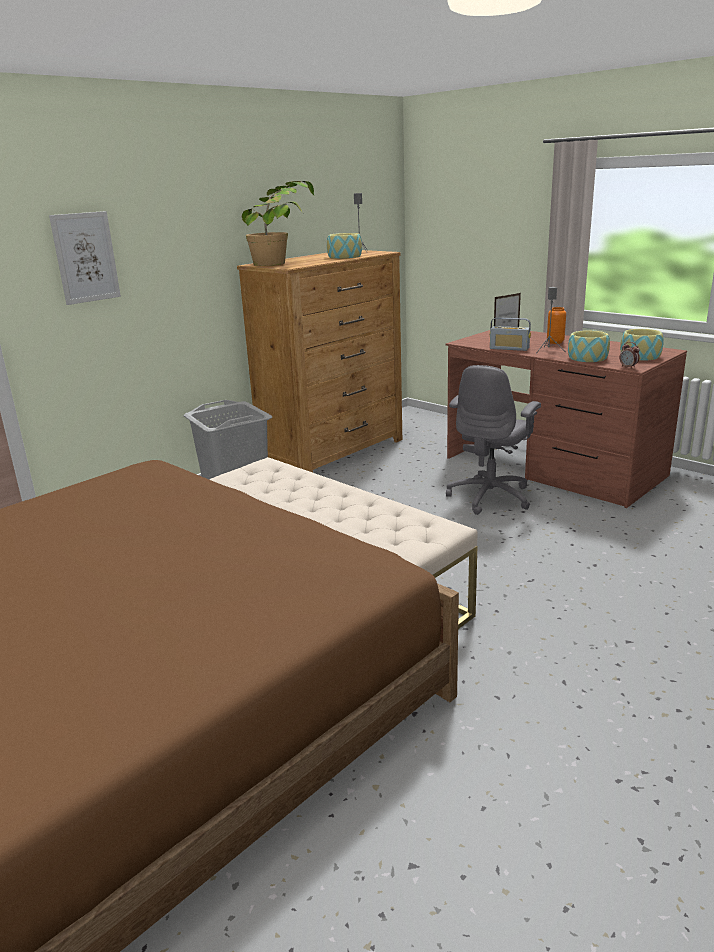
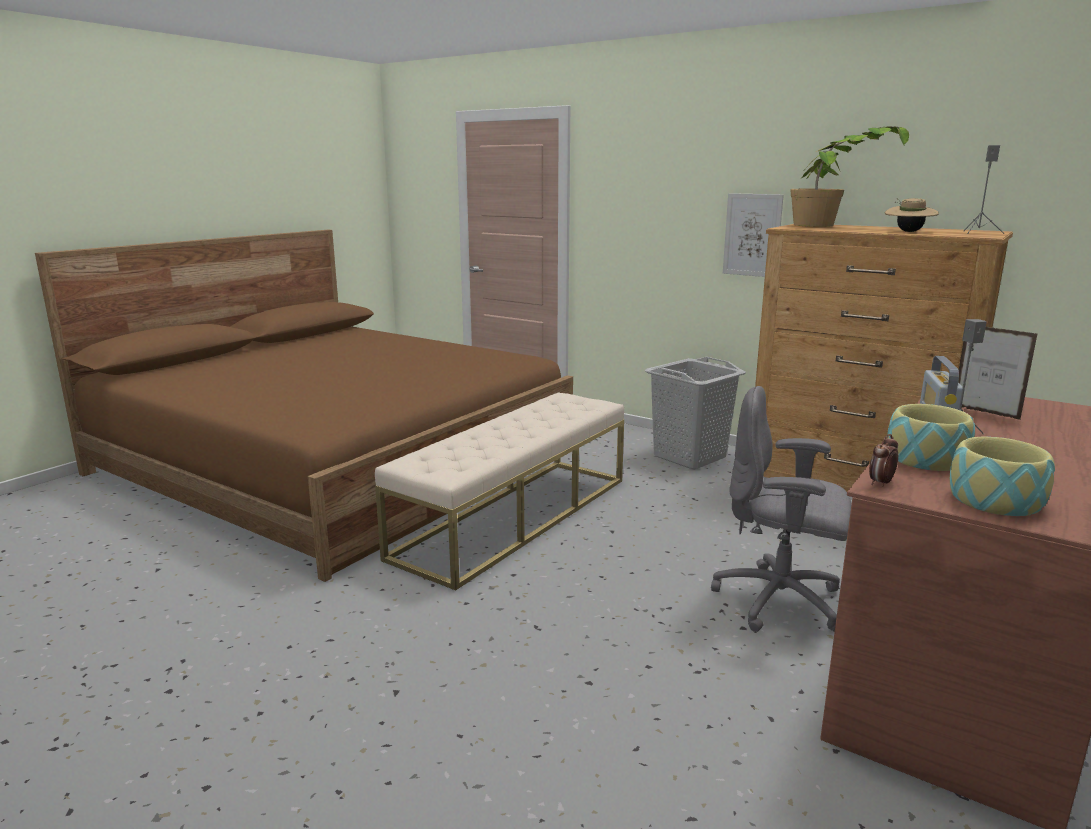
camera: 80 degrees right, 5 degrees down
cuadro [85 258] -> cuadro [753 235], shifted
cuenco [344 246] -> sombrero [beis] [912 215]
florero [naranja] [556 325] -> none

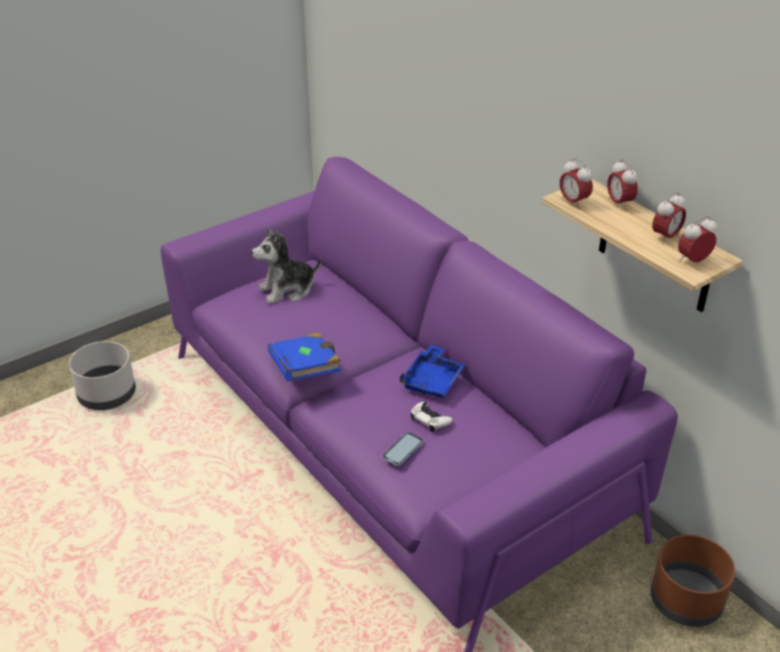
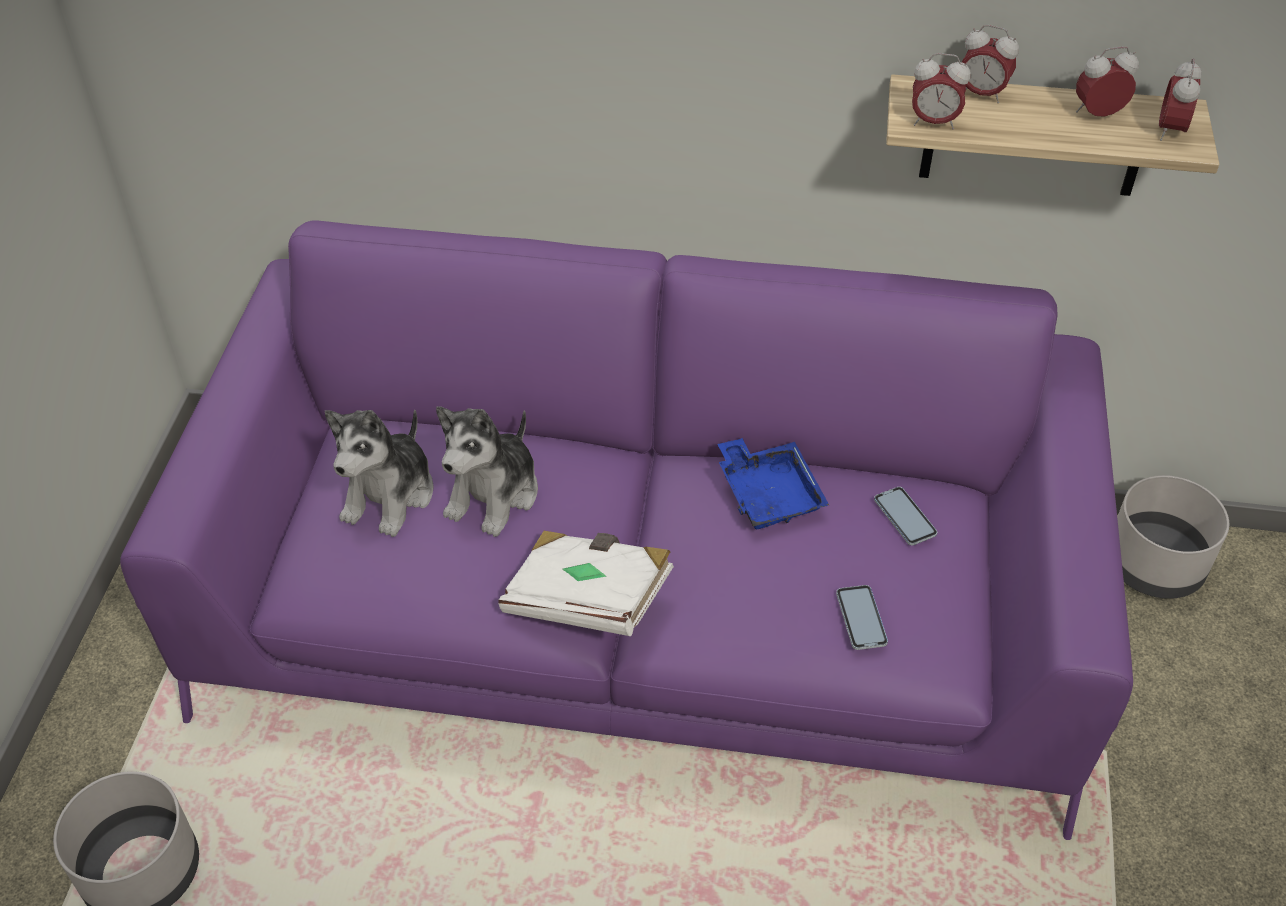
camera: 45 degrees left, 10 degrees up
libro [azul] [304 356] -> libro [blanco] [586 583]
mando de consola [blanco] [431 417] -> none
maceta [marrón] [693 581] -> maceta [gris] [1173 537]
despertador [669 218] -> despertador [1107 81], 105 degrees counterclockwise
none -> peluche [487 471]
none -> móvil [905 516]

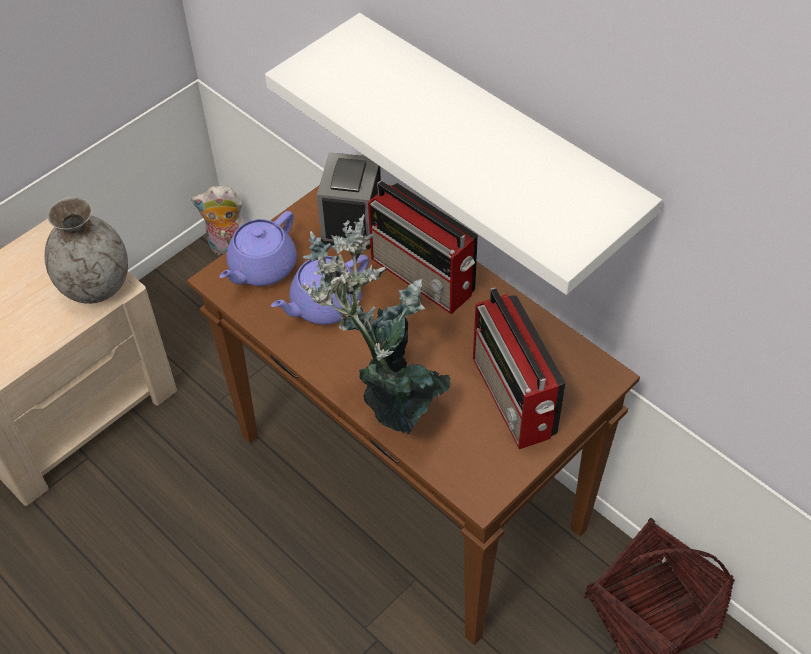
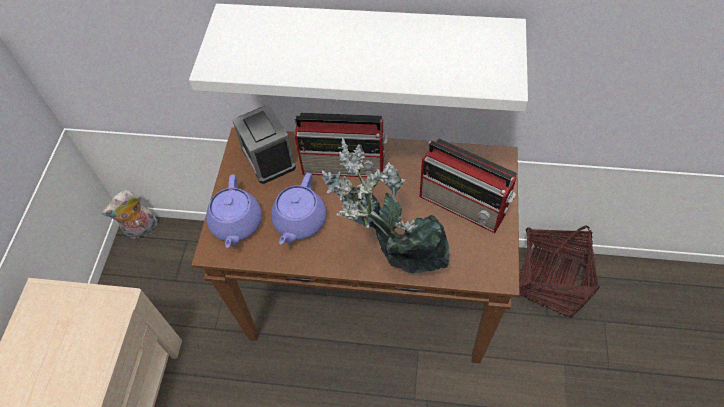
camera: 35 degrees left, 5 degrees up
florero [gris] [86 250] -> none

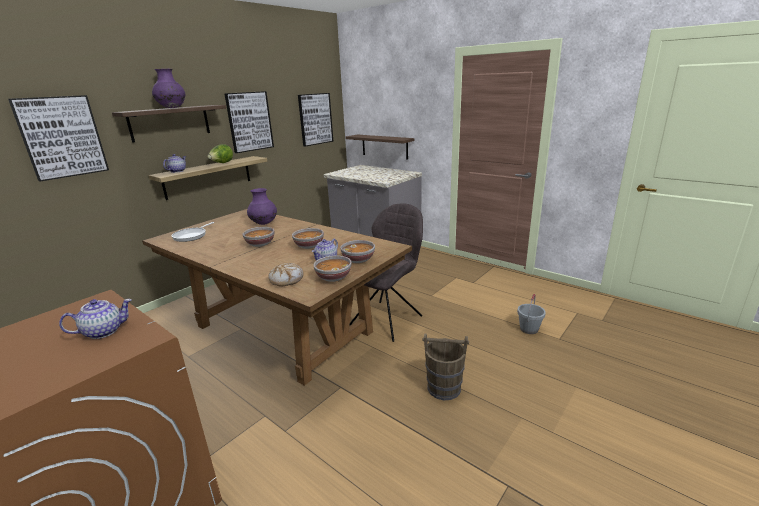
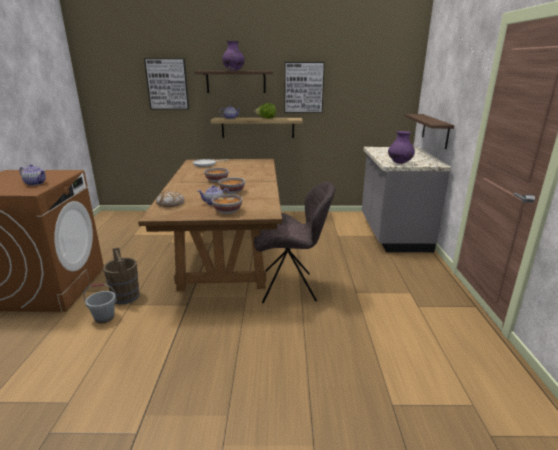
camera: 50 degrees right, 0 degrees up
florero [morado] [262 206] -> florero [morado] [401 147], shifted
cuadro [315 119] -> none
cuenco [332 268] -> none
cubo [marrón] [446 366] -> cubo [marrón] [121 275], shifted
cubo [gris] [531 314] -> cubo [gris] [100 303], shifted

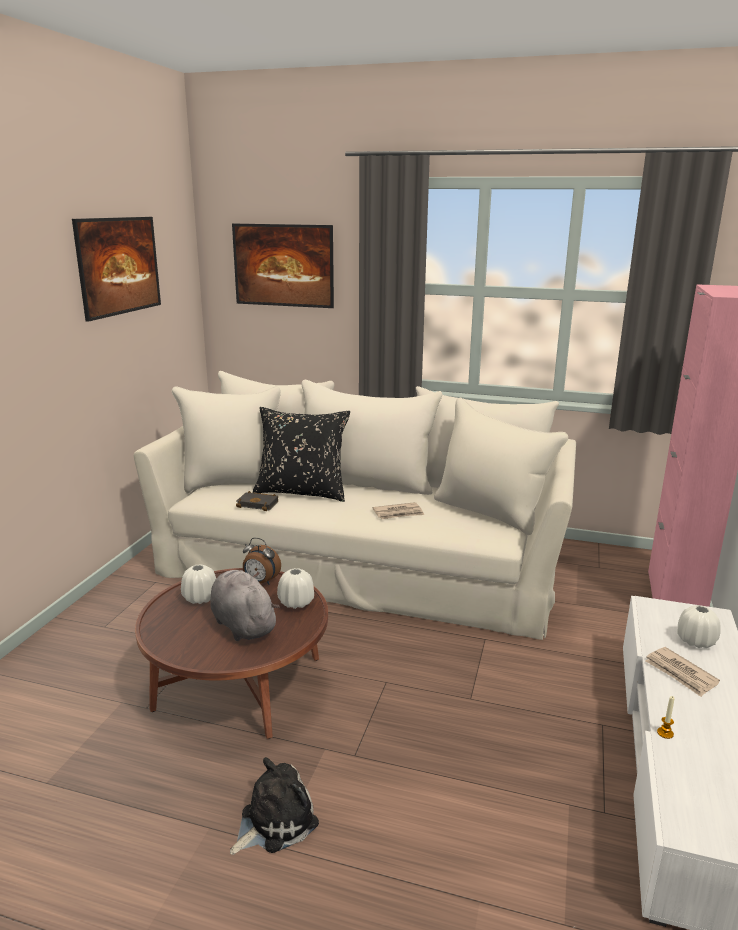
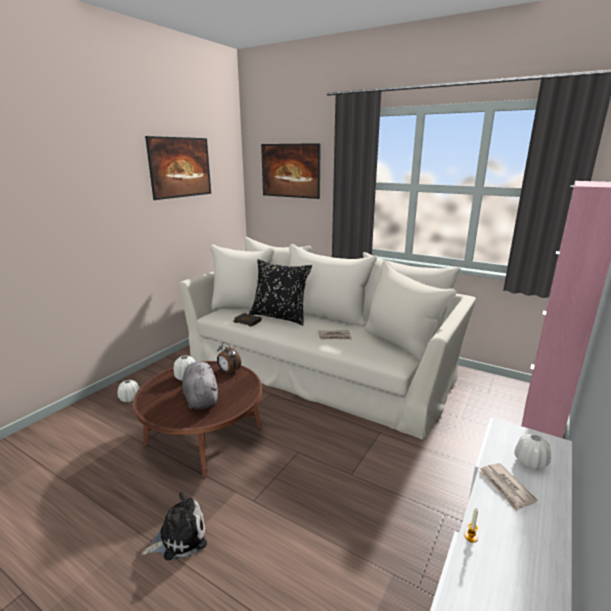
camera: 15 degrees right, 0 degrees up
florero [blanco] [295 588] -> florero [blanco] [128 391], shifted

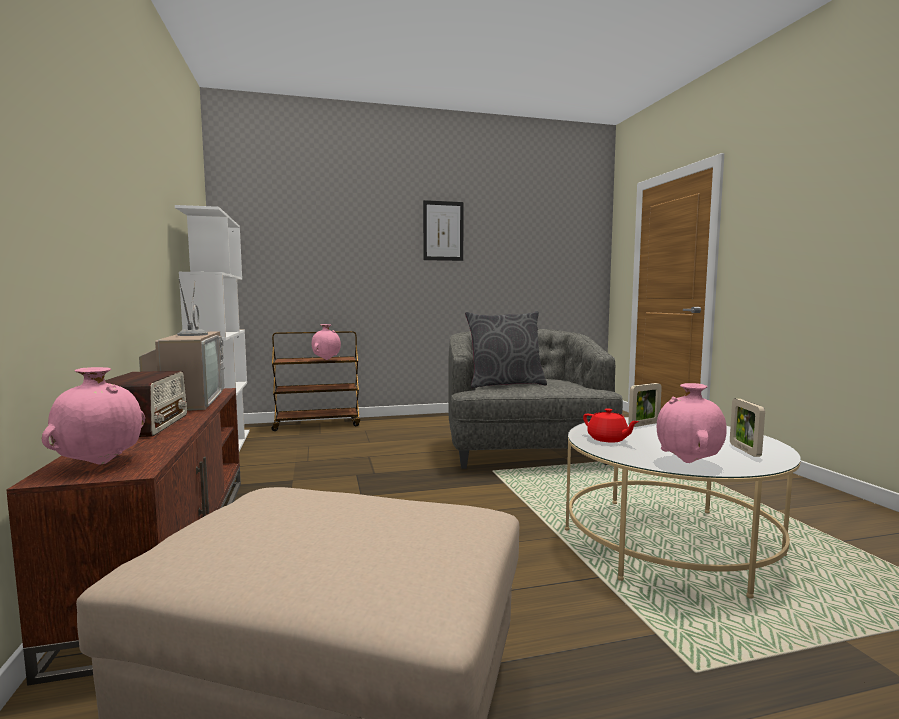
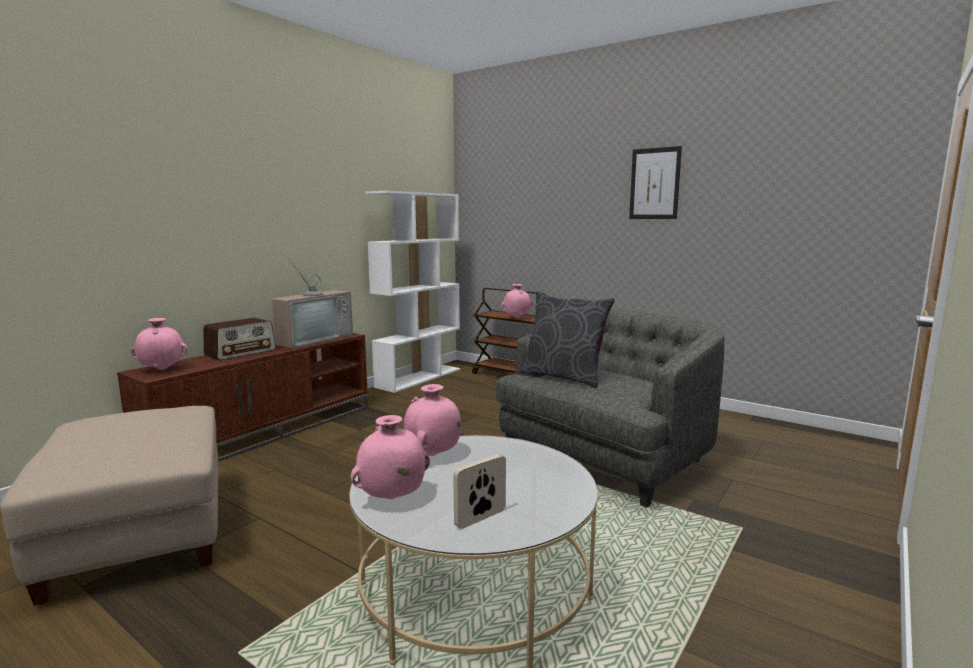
camera: 50 degrees right, 5 degrees up
tetera [rojo] [611 425] -> florero [rosa] [432 420]
portarretratos [645 405] -> none

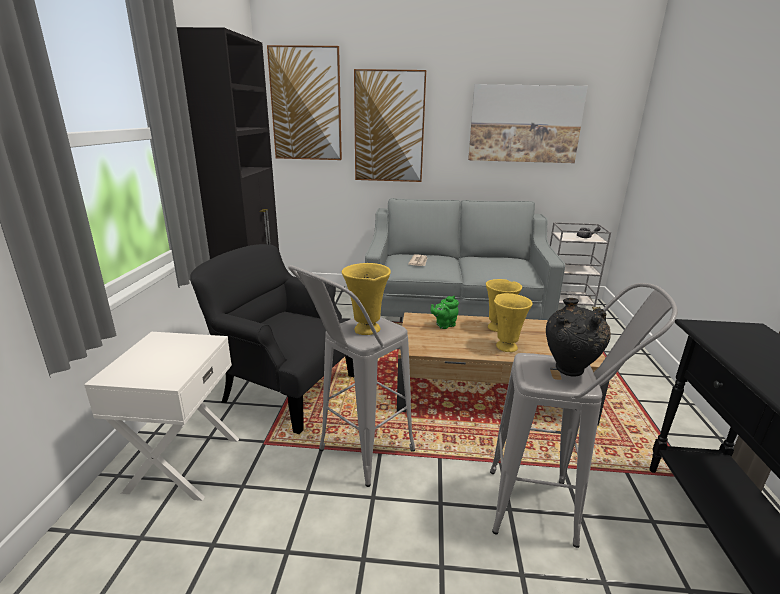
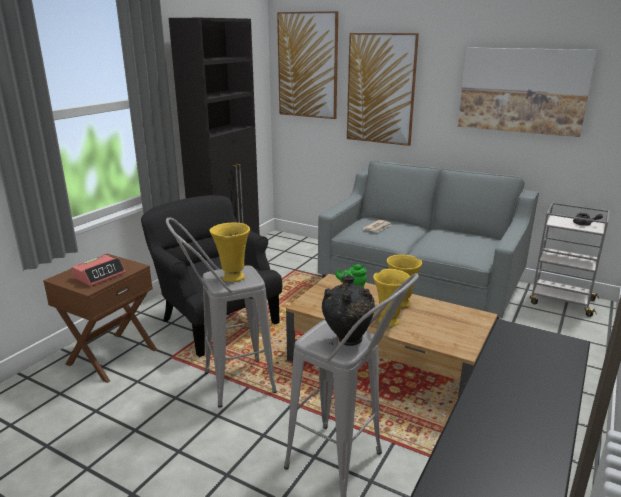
camera: 25 degrees right, 0 degrees up
mesita de noche [blanco] [161 416] -> mesita de noche [marrón] [100 318]
none -> despertador [98 270]

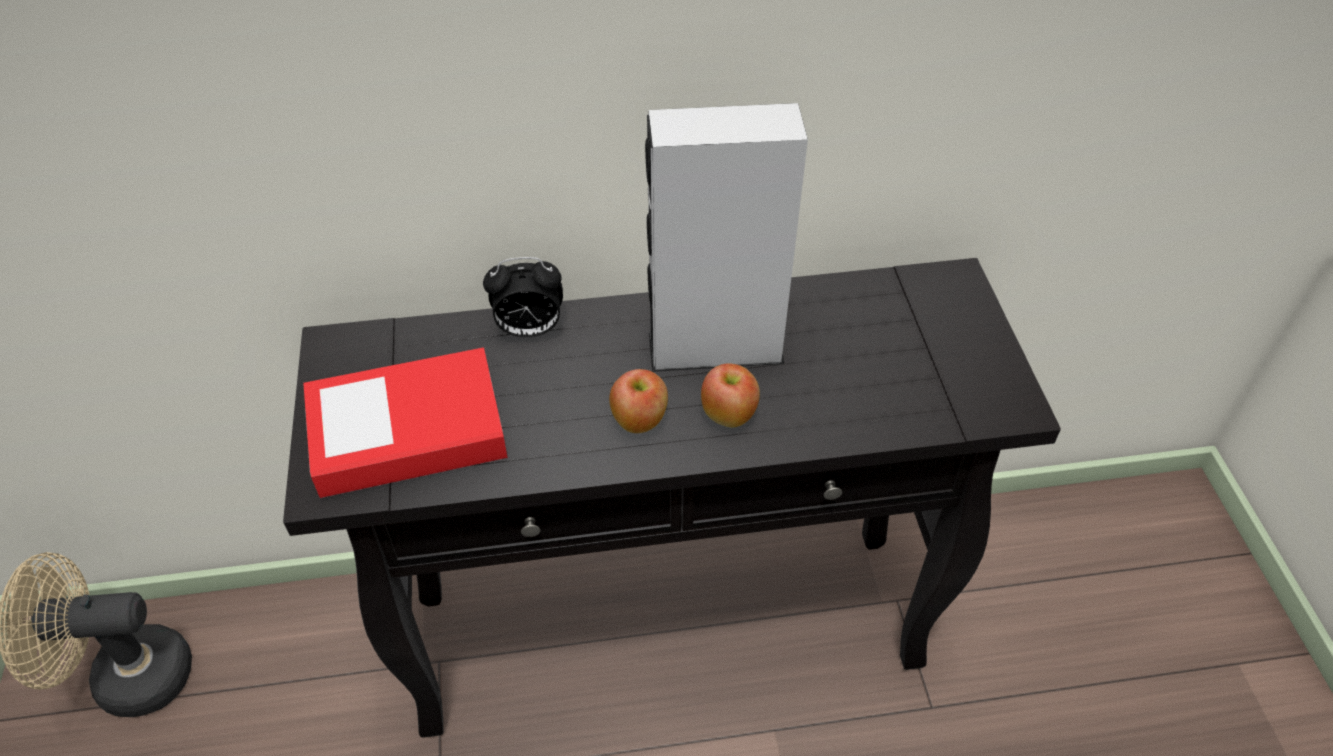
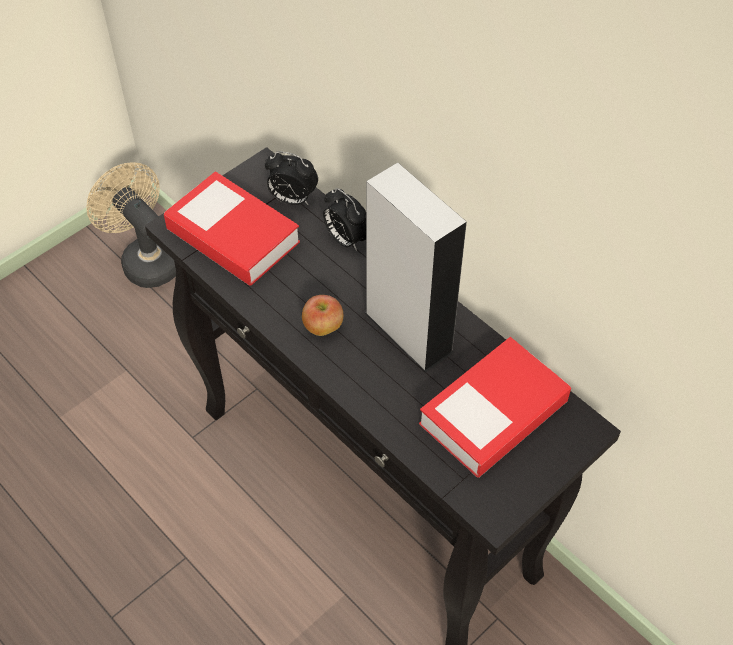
camera: 55 degrees right, 5 degrees up
manzana [730 395] -> none
none -> despertador [291 178]
none -> libro [495 407]

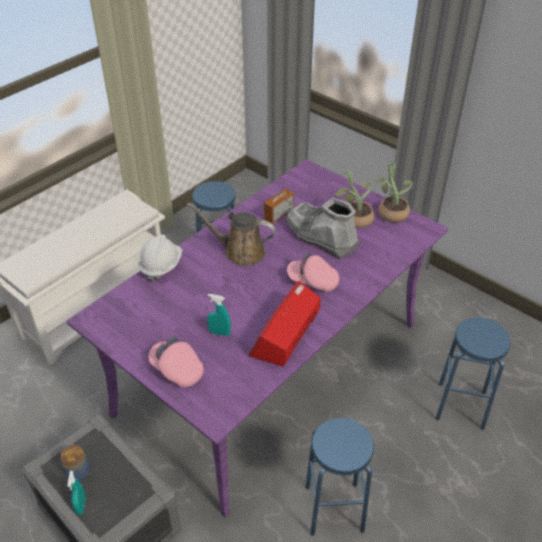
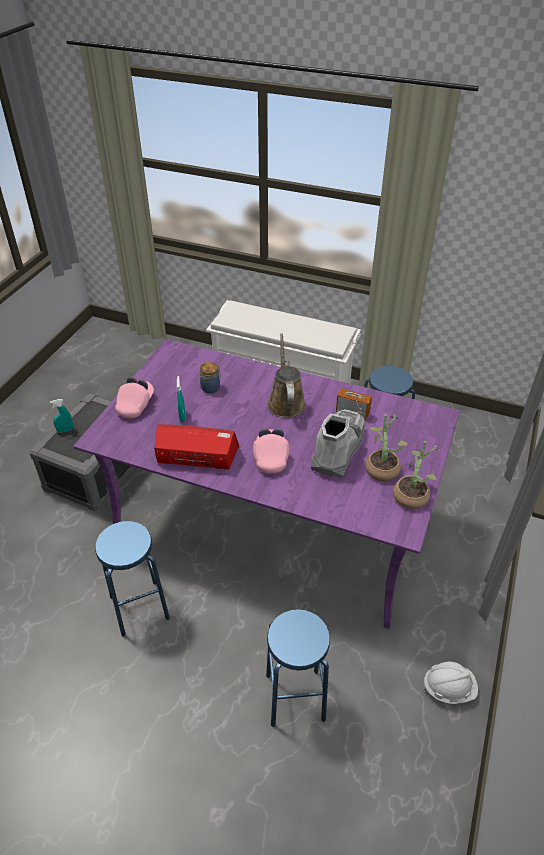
camera: 70 degrees right, 0 degrees up
tarro [75 462] -> tarro [210 377], shifted
casco [blanco] [160 258] -> casco [blanco] [450 682], shifted

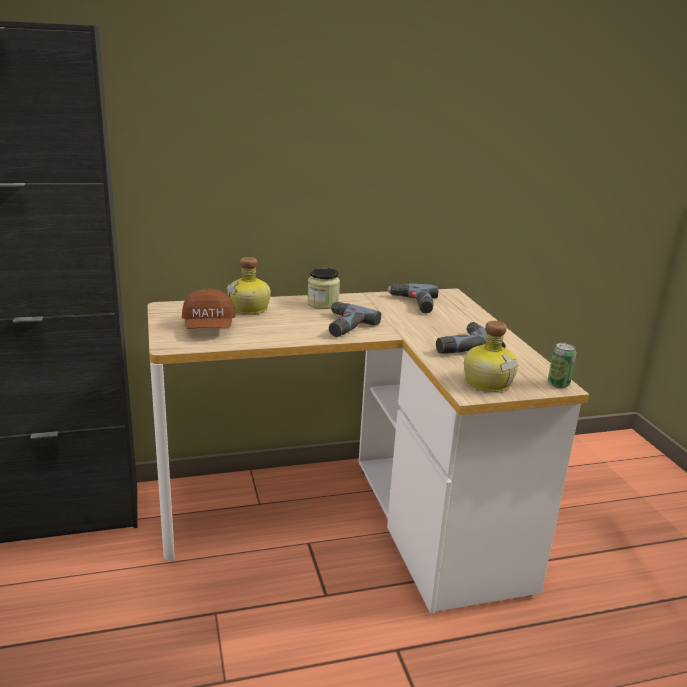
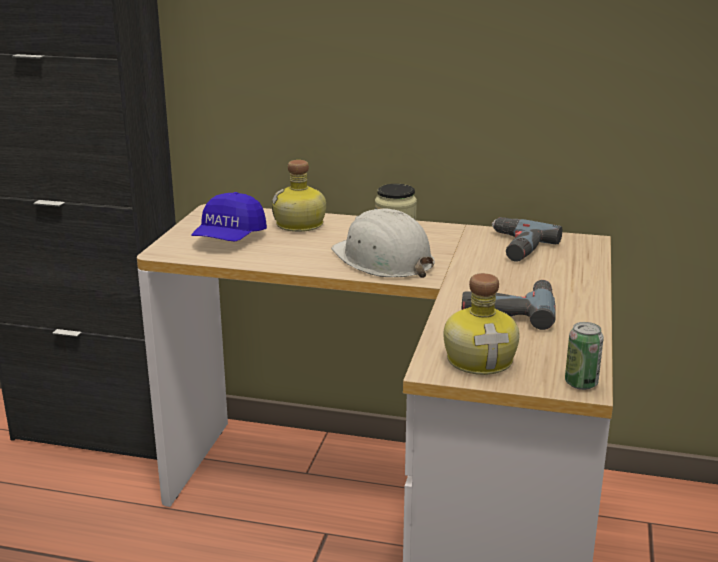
camera: 30 degrees right, 0 degrees up
gorra [marrón] [209 308] -> gorra [azul] [229 216]
taladro [355 319] -> casco [blanco] [383 243]

